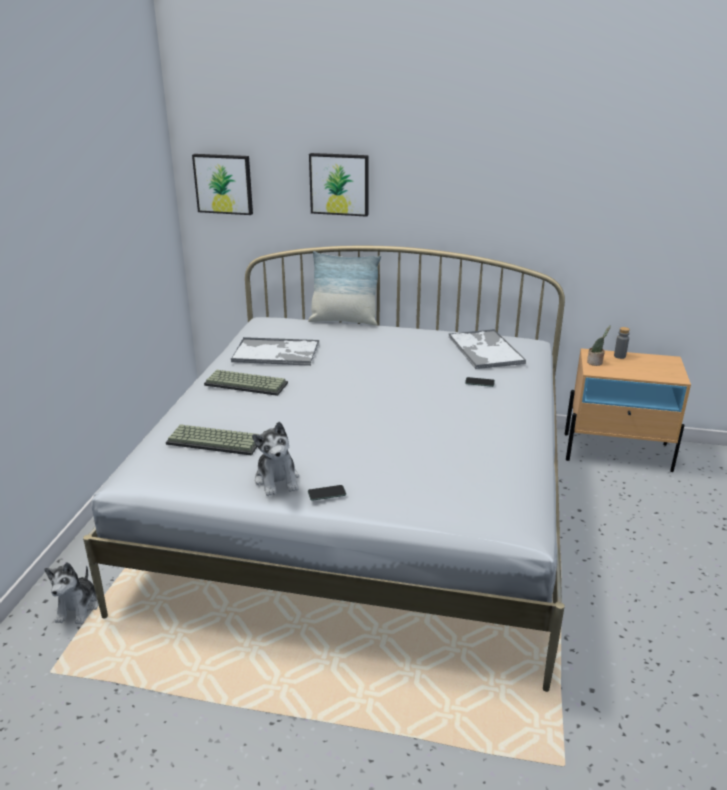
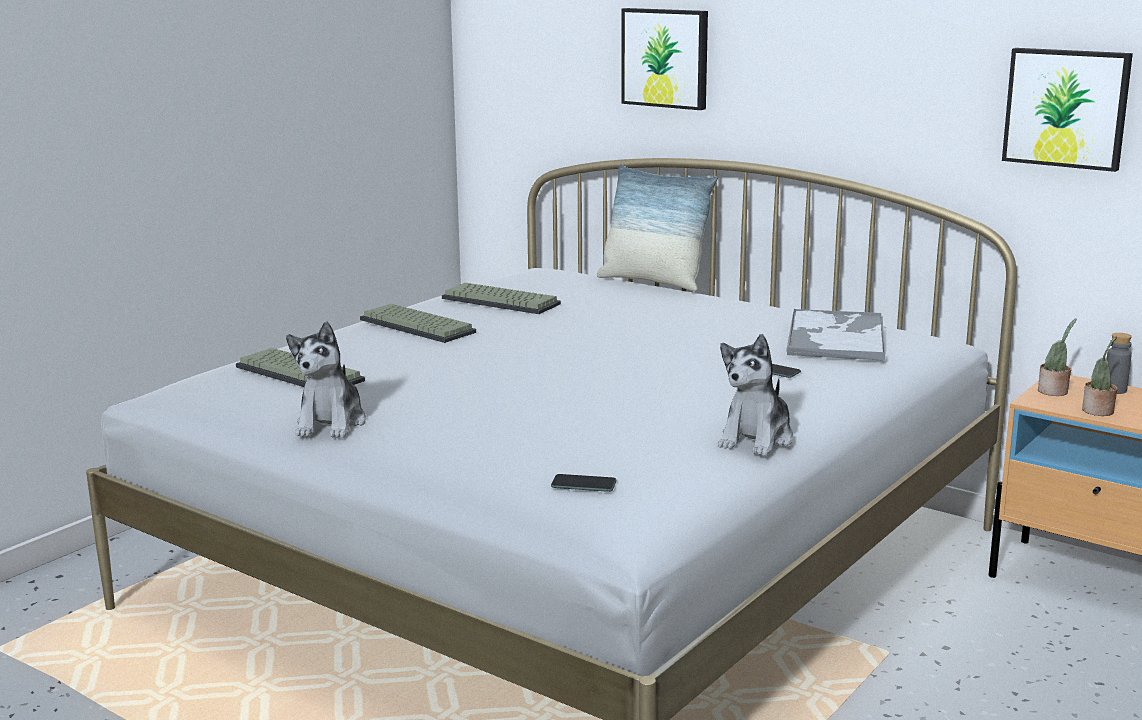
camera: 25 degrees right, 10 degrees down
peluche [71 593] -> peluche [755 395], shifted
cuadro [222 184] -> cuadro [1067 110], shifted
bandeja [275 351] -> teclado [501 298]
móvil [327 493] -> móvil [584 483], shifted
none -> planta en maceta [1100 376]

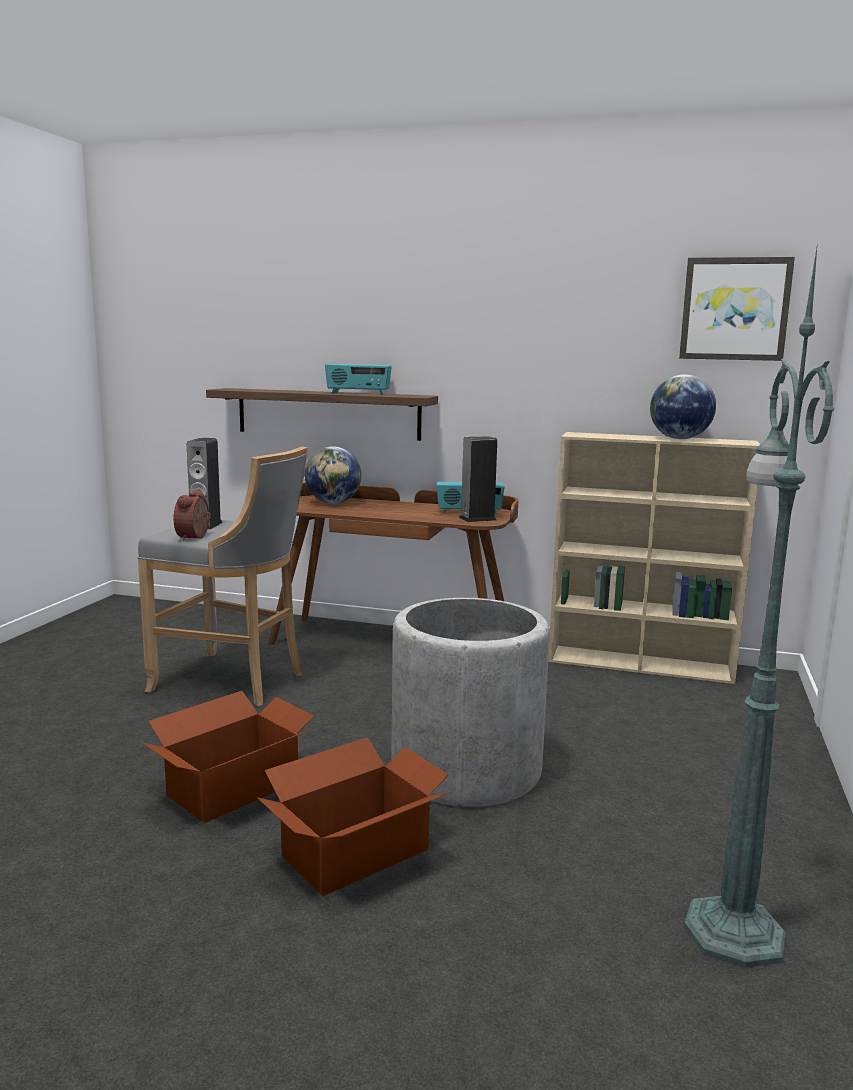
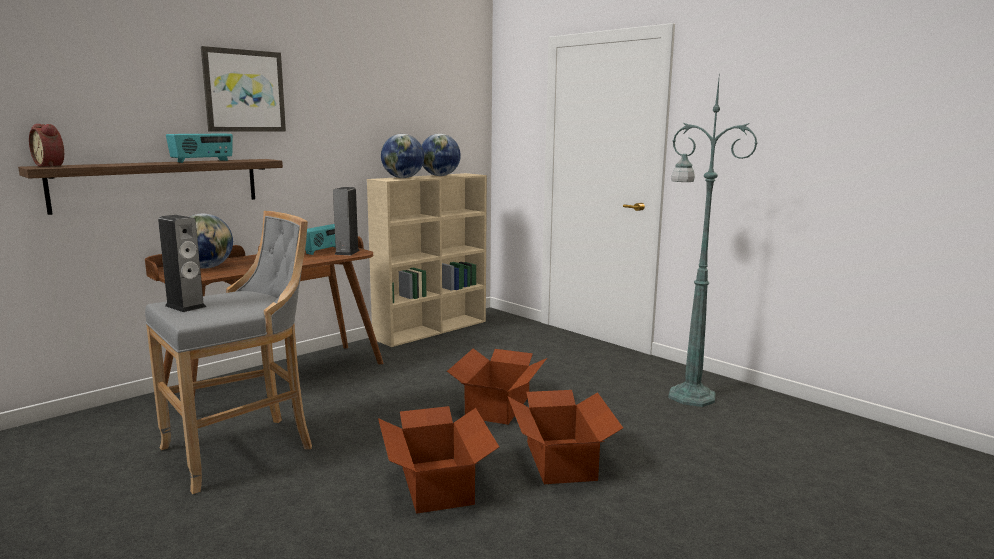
camera: 60 degrees left, 0 degrees up
despertador [192 515] -> despertador [46 145], shifted
maceta [gris] [470 702] -> caja de cartón [497 386]
cuadro [737 309] -> cuadro [243 89], shifted
none -> globo terráqueo [402 156]

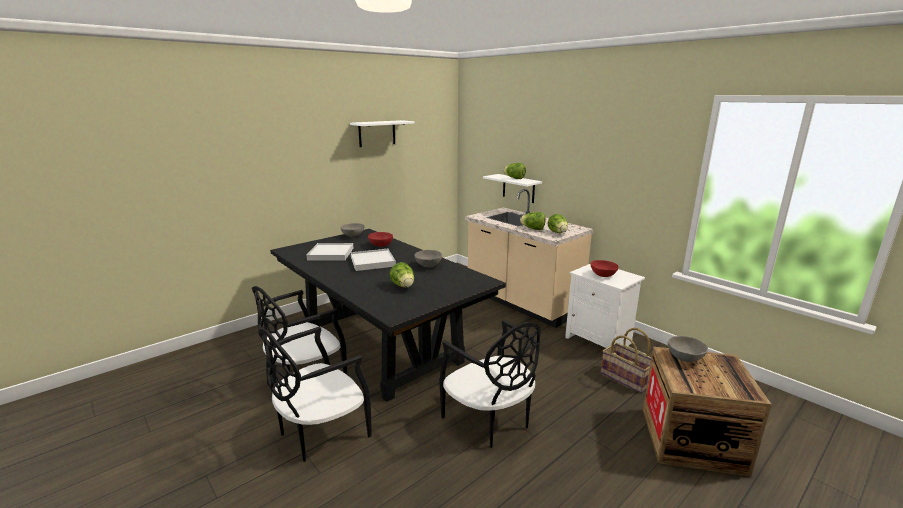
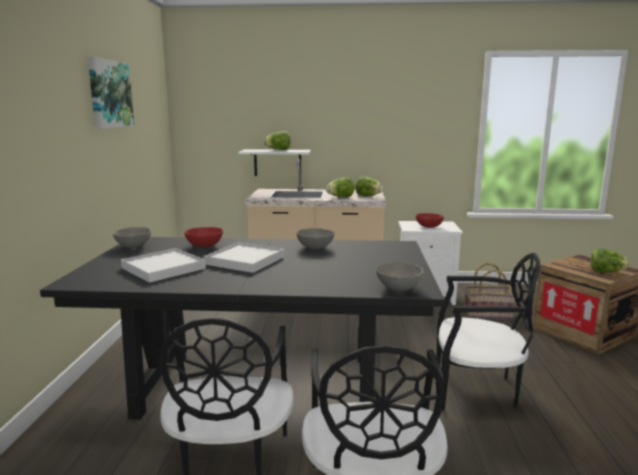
camera: 45 degrees left, 5 degrees down
estante [blanco] [382 133] -> cuadro [111 93]
lechuga [402 274] -> lechuga [610 261], shifted
cuenco [gris] [688 349] -> cuenco [gris] [400 277], shifted

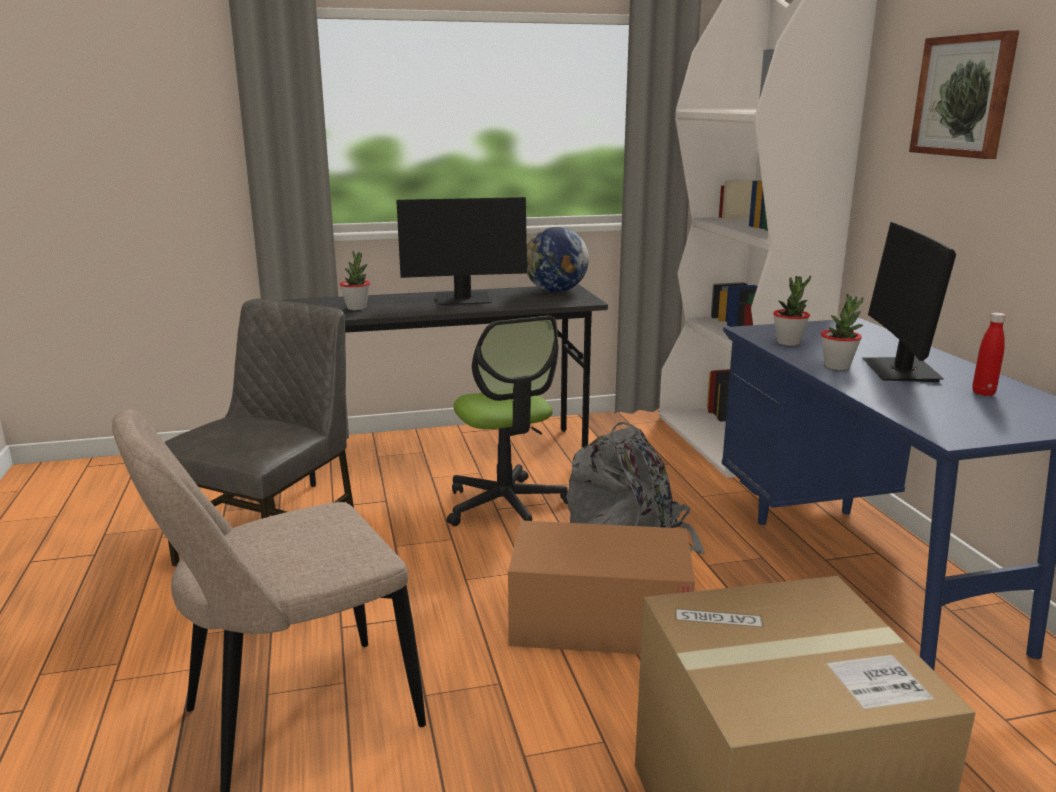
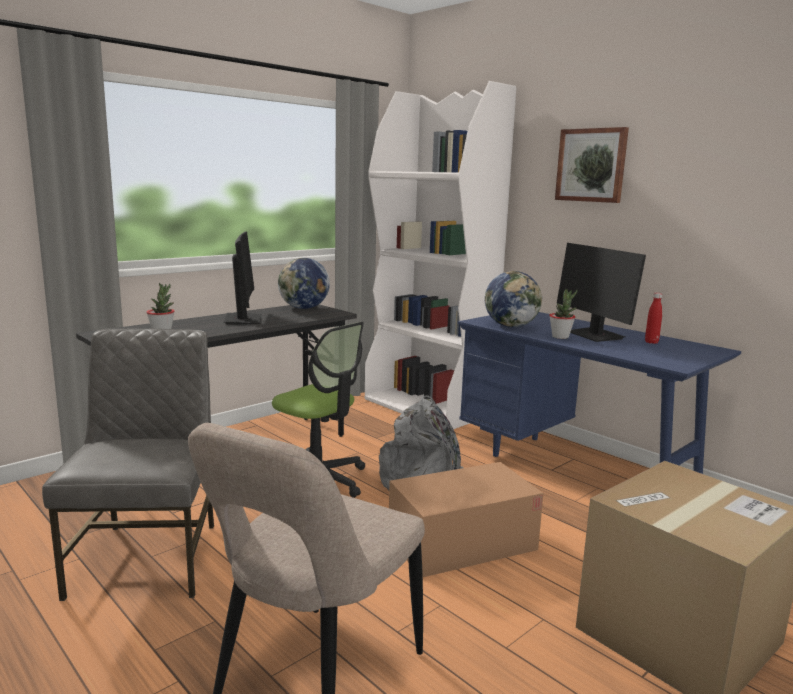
camera: 30 degrees left, 5 degrees down
monitor [461 251] -> monitor [243 278], 60 degrees counterclockwise
planta en maceta [792 310] -> globo terráqueo [513 299]

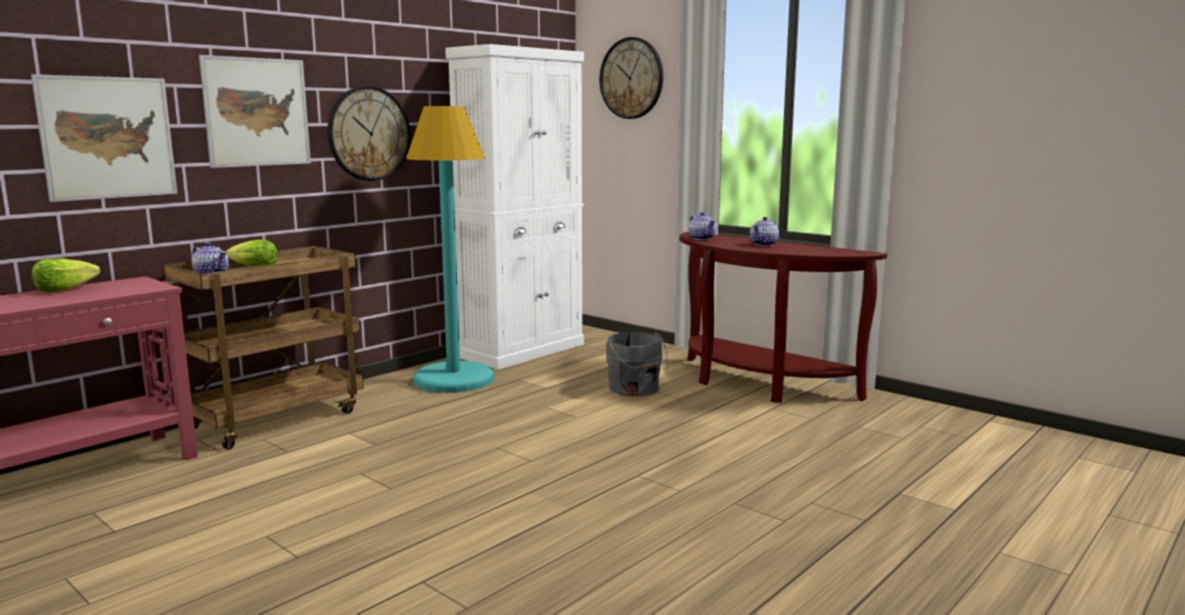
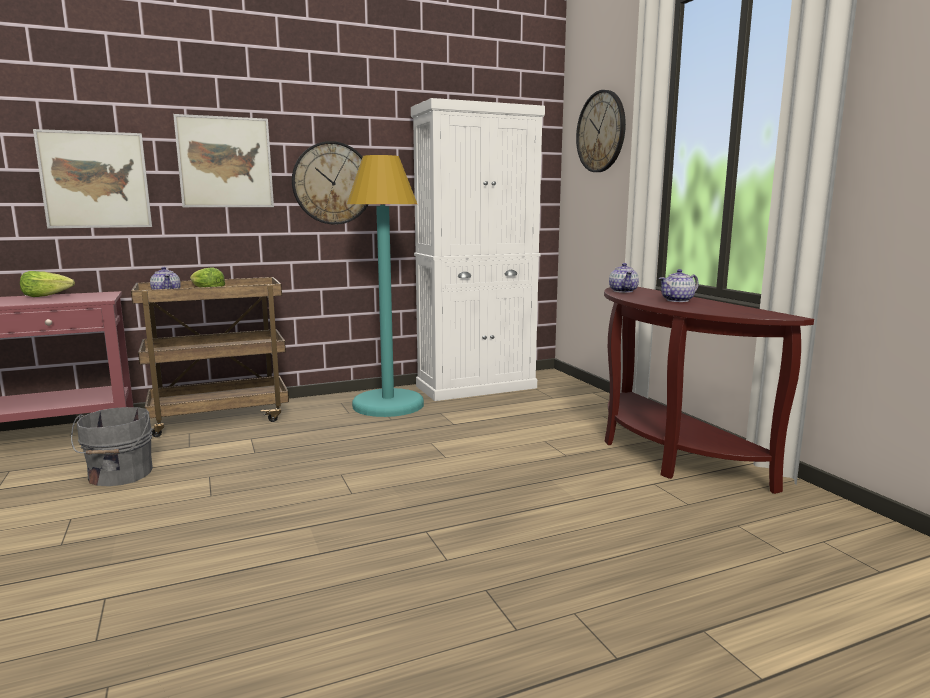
camera: 25 degrees right, 0 degrees up
cubo [gris] [636 364] -> cubo [gris] [112 446], shifted

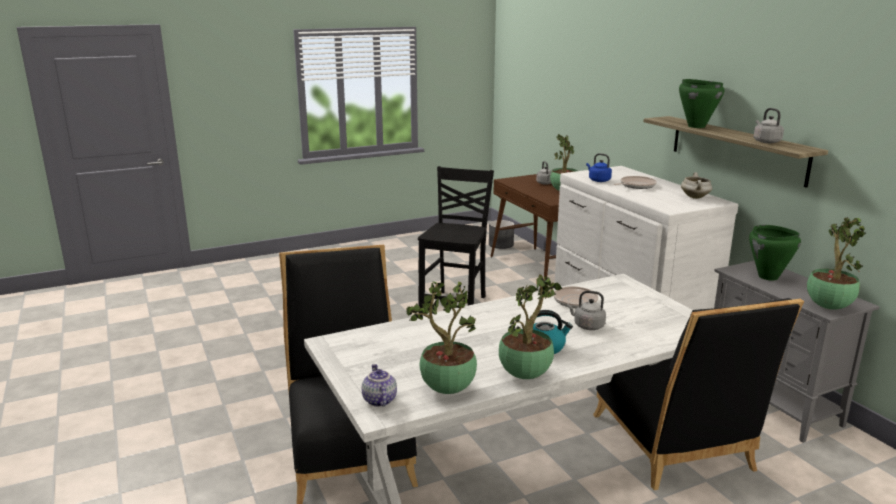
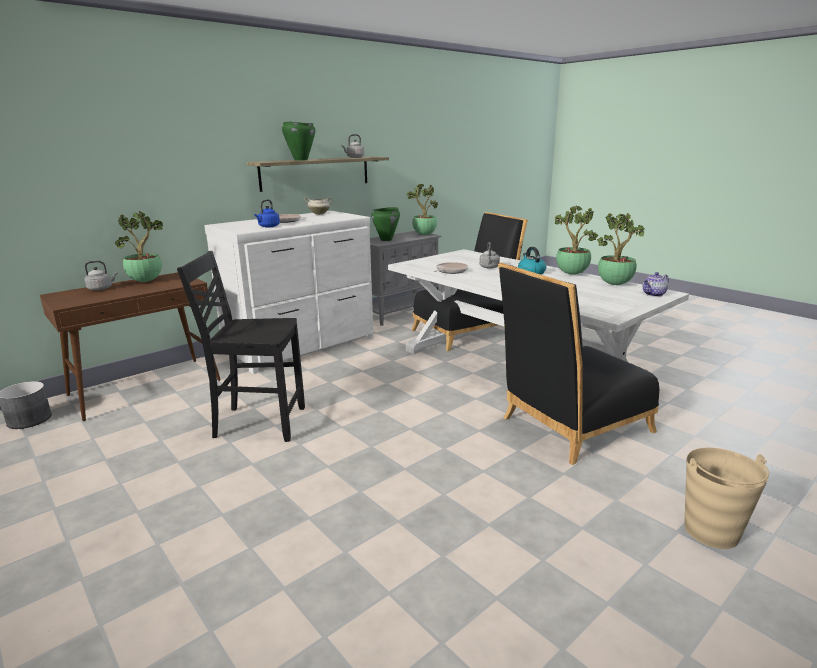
camera: 105 degrees left, 0 degrees up
none -> cubo [beis] [726 498]

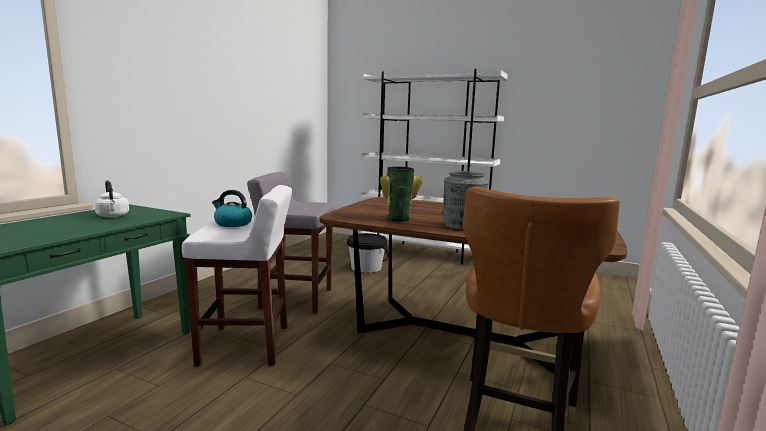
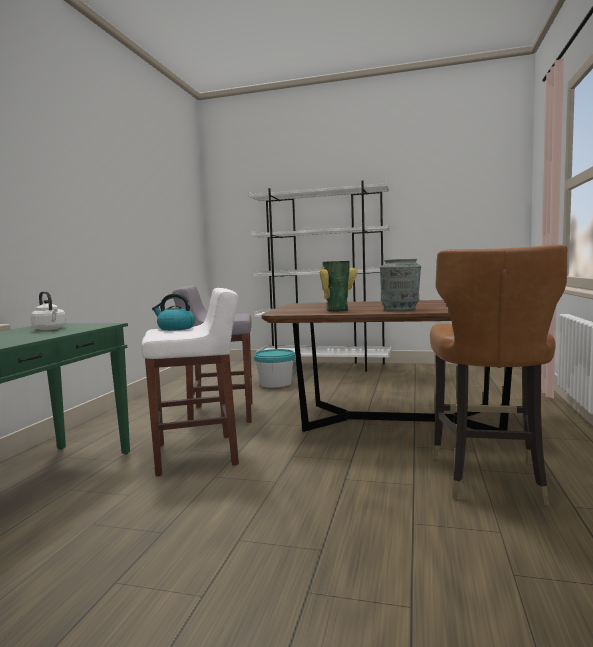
camera: 10 degrees left, 5 degrees down
cubo [negro] [368 253] -> cubo [turquesa] [275 368]

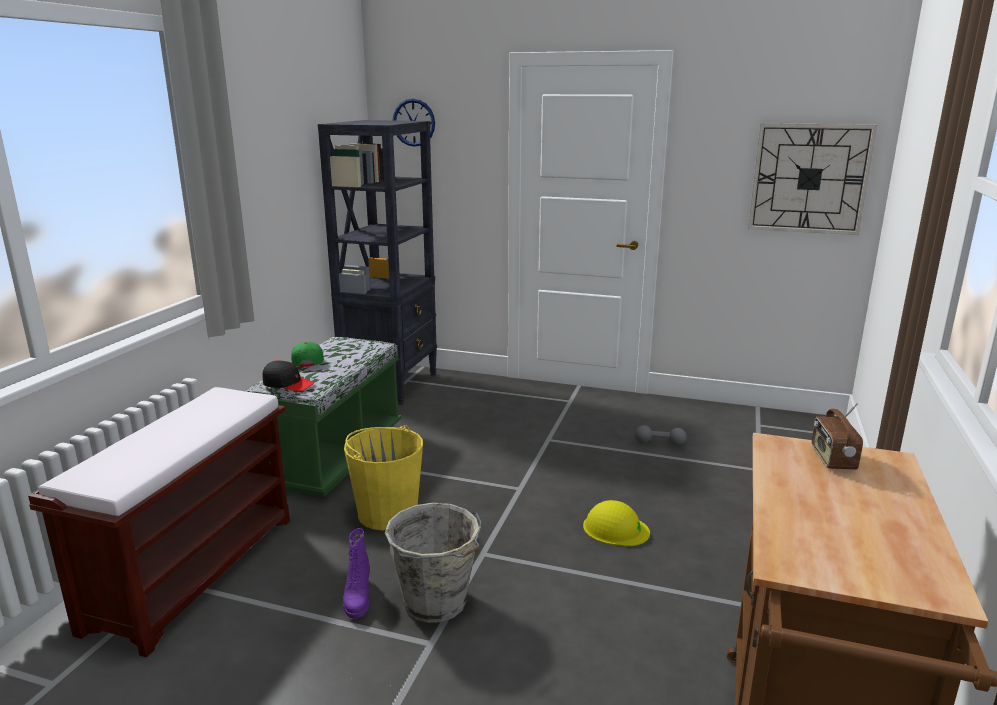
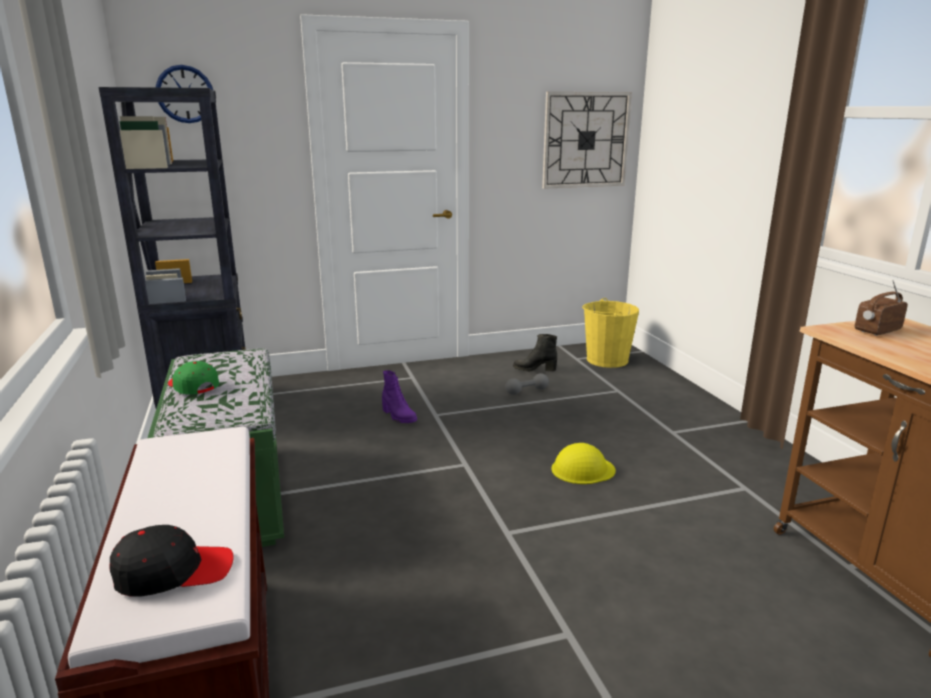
camera: 35 degrees left, 0 degrees up
gorra [negro] [288 376] -> gorra [negro] [171 561], shifted
bota [morado] [356 573] -> bota [morado] [399 396], shifted
cubo [amarillo] [383 477] -> cubo [amarillo] [610 333], shifted
cubo [gris] [433 563] -> none
radio [837 436] -> radio [881 308], 90 degrees clockwise
none -> bota [negro] [535 353]

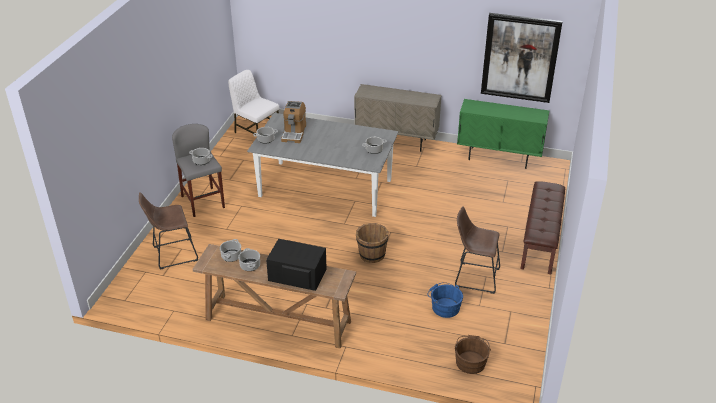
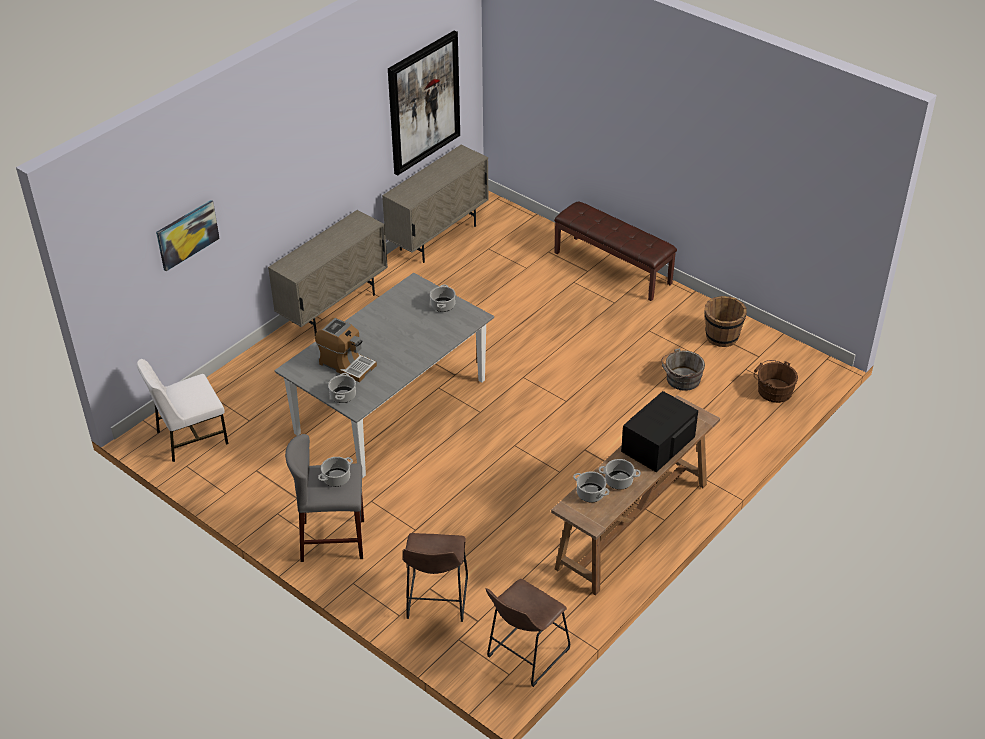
camera: 65 degrees left, 5 degrees up
cubo [marrón] [372 243] -> cubo [marrón] [725 321], shifted
cubo [azul] [445 300] -> cubo [gris] [683 369]
taburete [marrón] [477 250] -> taburete [marrón] [528 633], shifted
armario [verde] [503 134] -> armario [beis] [435 204]
none -> cuadro [188 235]

